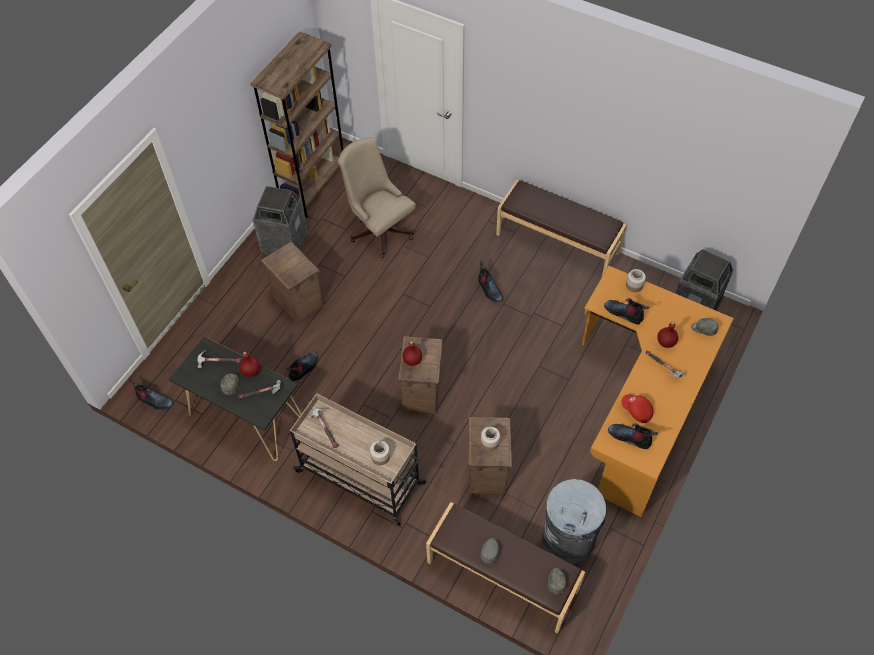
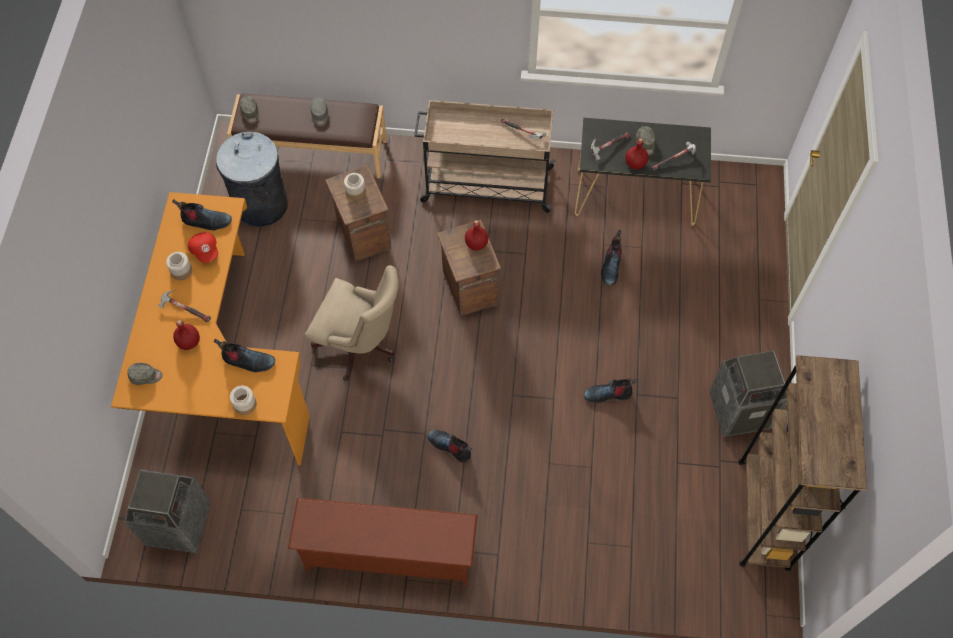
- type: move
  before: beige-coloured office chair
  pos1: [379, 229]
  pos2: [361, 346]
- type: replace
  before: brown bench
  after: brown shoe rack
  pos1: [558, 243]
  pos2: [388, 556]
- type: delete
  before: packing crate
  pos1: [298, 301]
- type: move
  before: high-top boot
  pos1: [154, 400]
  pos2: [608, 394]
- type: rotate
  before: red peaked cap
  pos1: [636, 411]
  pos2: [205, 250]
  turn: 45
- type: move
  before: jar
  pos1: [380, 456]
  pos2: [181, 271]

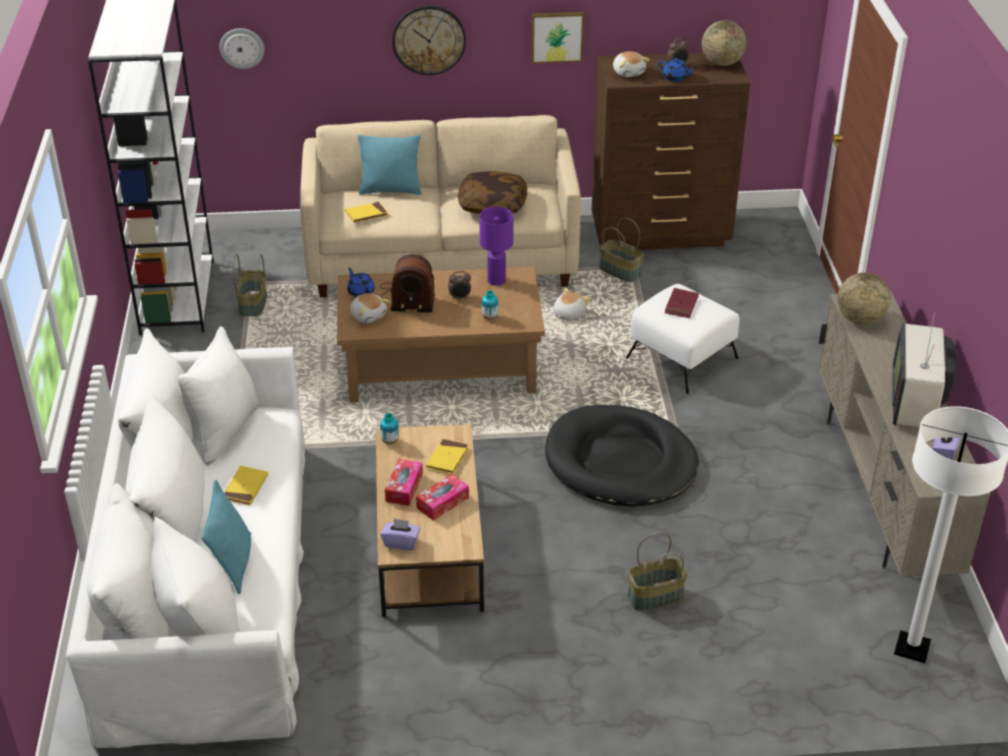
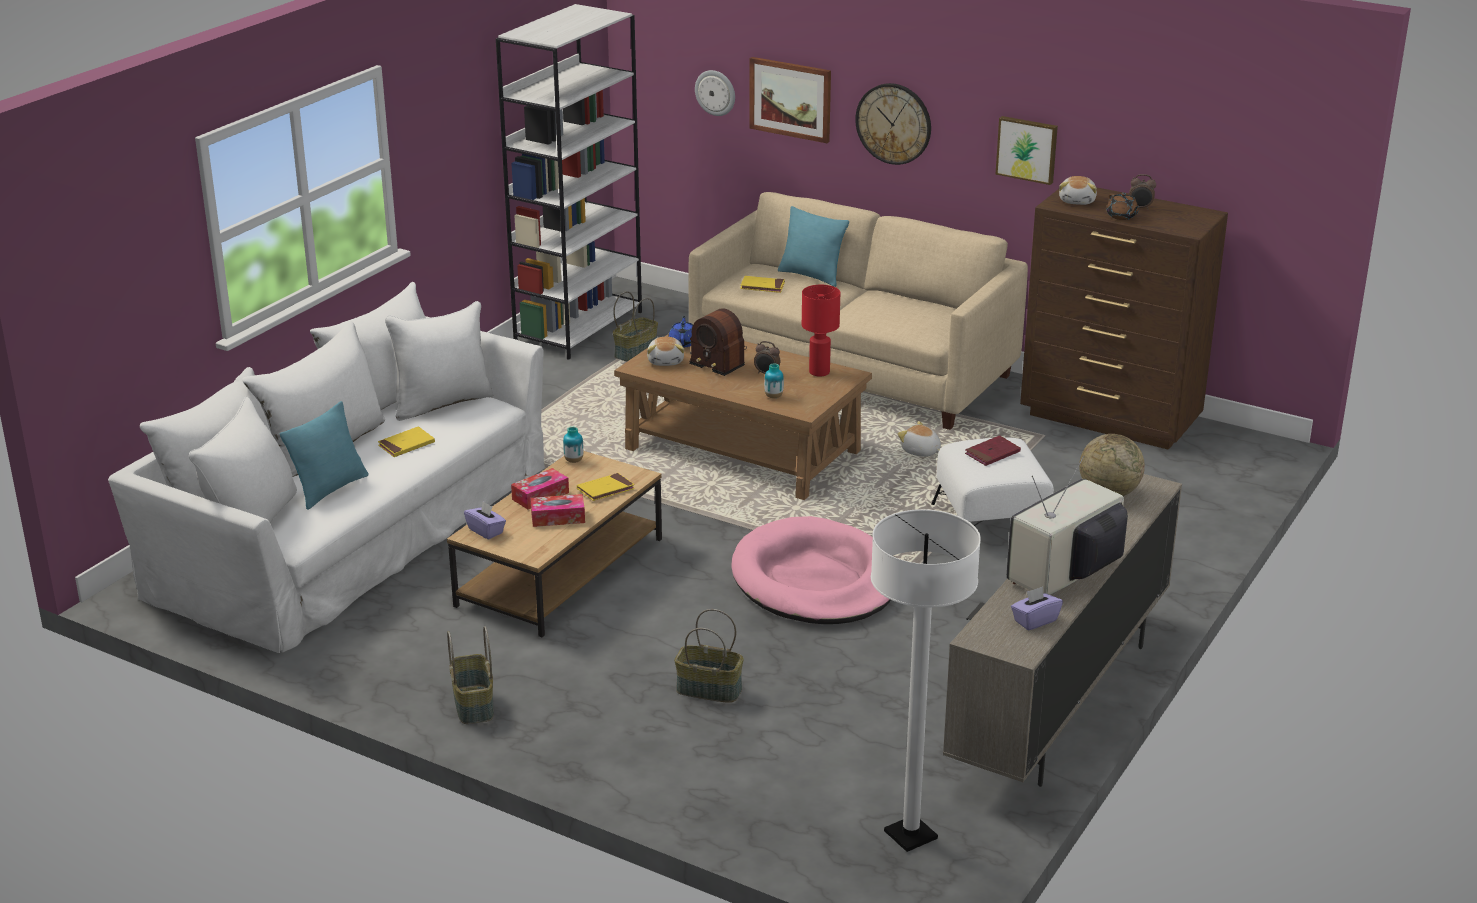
- type: delete
  before: desk globe
  pos1: [722, 63]
- type: recolor
  before: blue pot for tea
  after: brown pot for tea
  pos1: [675, 78]
  pos2: [1122, 216]
- type: delete
  before: pillow
  pos1: [492, 204]
- type: recolor
  before: purplish lamp for a table
  after: red lamp for a table
  pos1: [496, 281]
  pos2: [819, 372]
- type: move
  before: storage basket
  pos1: [621, 271]
  pos2: [474, 705]
- type: rotate
  before: cuddly toy
  pos1: [568, 314]
  pos2: [920, 452]
  turn: -120
- type: recolor
  before: black pet bed
  after: pink pet bed
  pos1: [620, 462]
  pos2: [815, 580]
- type: insert
  after: wall picture
  pos2: [790, 99]

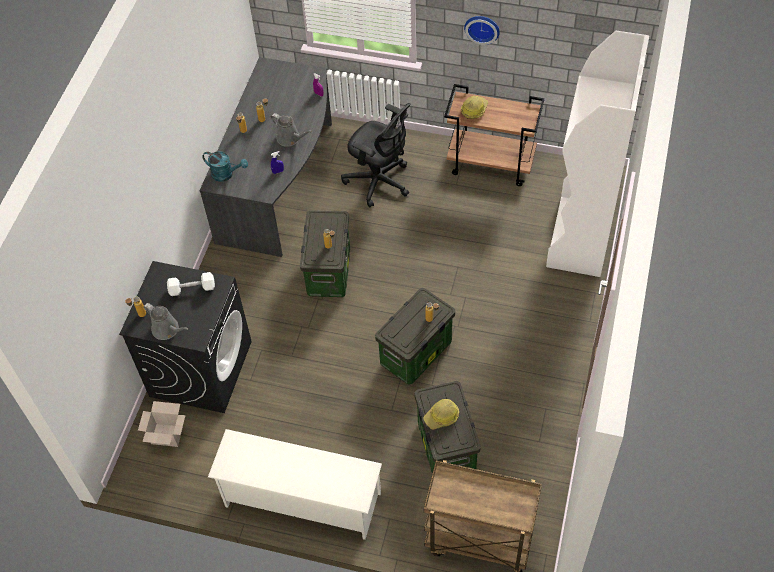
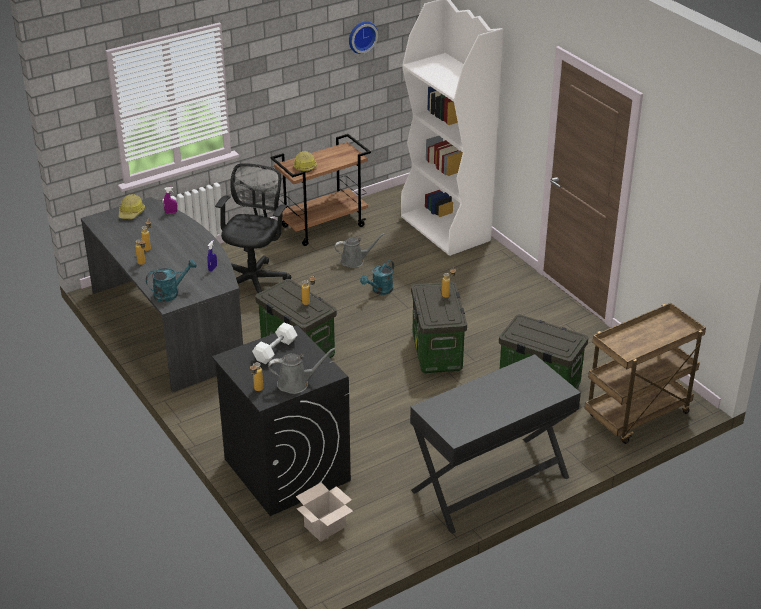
- type: move
  before: clock on the wall
  pos1: [482, 27]
  pos2: [361, 36]
- type: rotate
  before: black office chair
  pos1: [380, 182]
  pos2: [254, 280]
  turn: -60
- type: move
  before: gray sprinkling can
  pos1: [290, 138]
  pos2: [355, 261]
- type: move
  before: hard hat
  pos1: [442, 417]
  pos2: [131, 213]
- type: replace
  before: white-coloured shoe rack
  after: black desk table
  pos1: [301, 500]
  pos2: [490, 484]
- type: insert
  after: blue-green sprinkling can
  pos2: [379, 290]

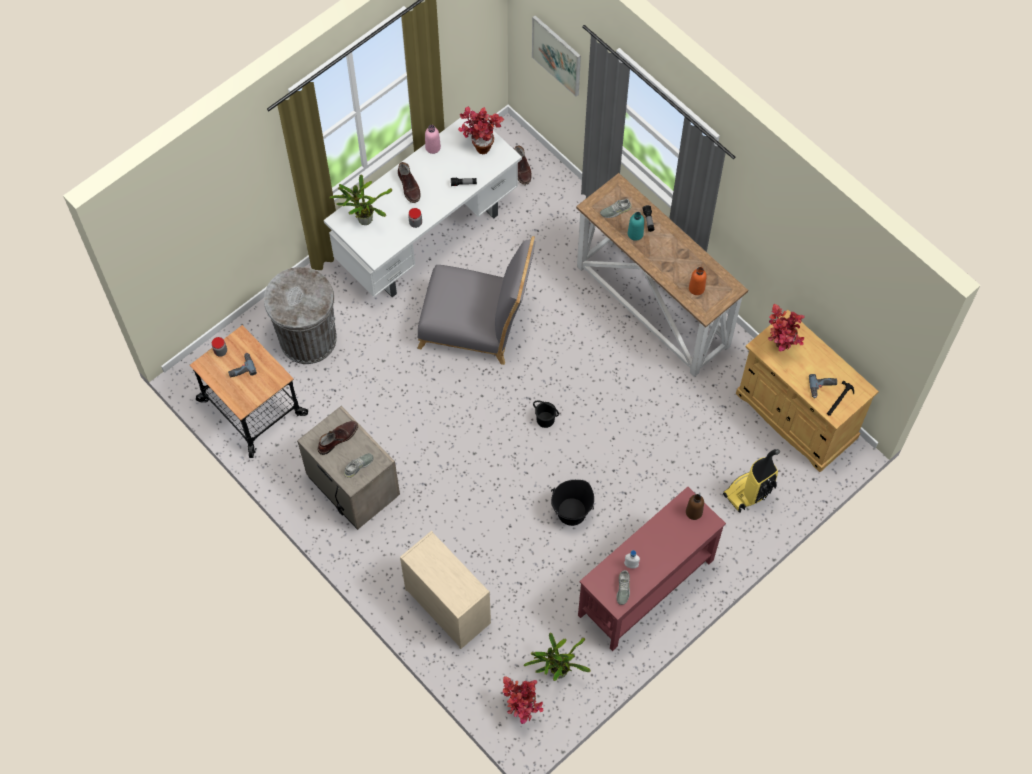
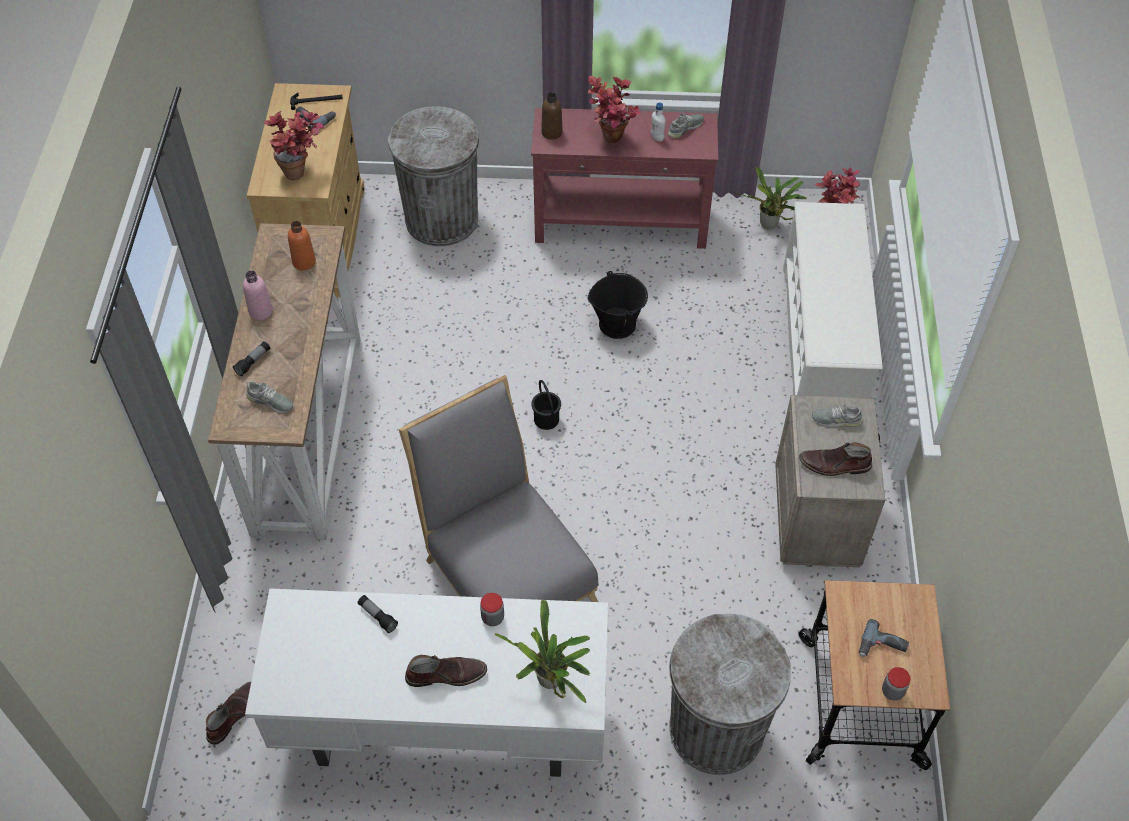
- type: delete
  before: wall picture
  pos1: [557, 55]
- type: move
  before: plant in a pot
  pos1: [479, 145]
  pos2: [611, 142]
- type: move
  before: pink drink bottle
  pos1: [433, 147]
  pos2: [261, 311]
- type: rotate
  before: brown high-top boot
  pos1: [409, 187]
  pos2: [446, 674]
  turn: 60
- type: delete
  before: blue-green drink bottle
  pos1: [635, 234]
- type: replace
  before: vacuum cleaner
  after: gray waste bin
  pos1: [749, 492]
  pos2: [442, 219]
- type: replace
  before: beige-coloured dresser
  after: white-coloured shoe rack
  pos1: [447, 605]
  pos2: [821, 342]

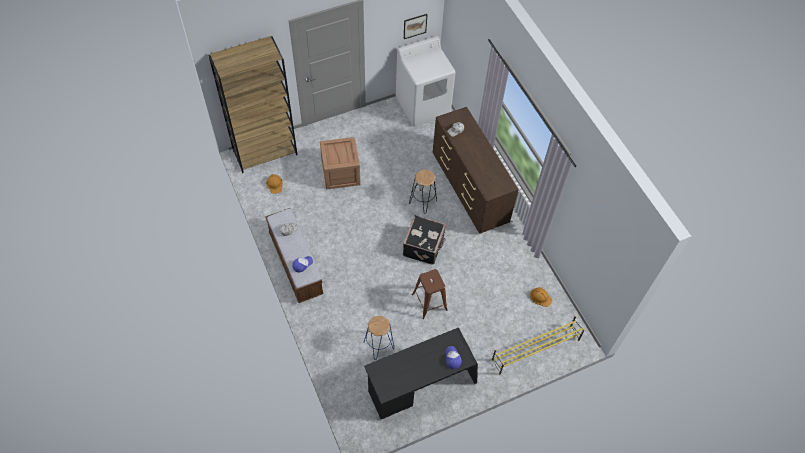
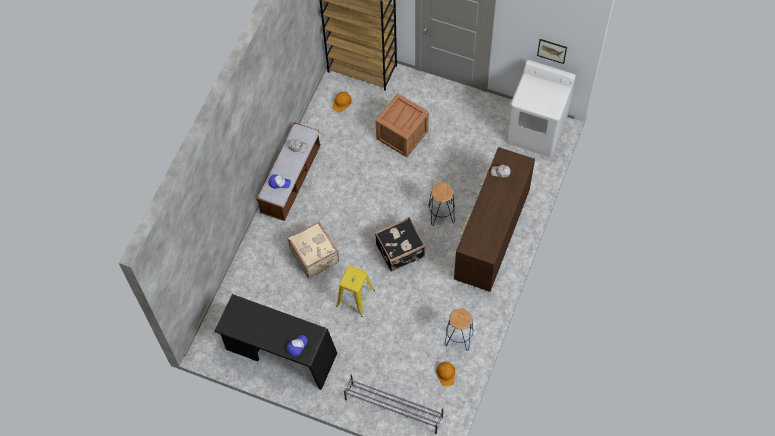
- type: recolor
  before: brown stool seat
  after: yellowish stool seat
  pos1: [429, 302]
  pos2: [355, 298]
- type: recolor
  before: yellowish shoe rack
  after: gray shoe rack
  pos1: [535, 350]
  pos2: [393, 408]
- type: move
  before: blue stool seat
  pos1: [379, 345]
  pos2: [459, 337]
- type: insert
  after: beige-coloured piece of luggage
  pos2: [315, 255]

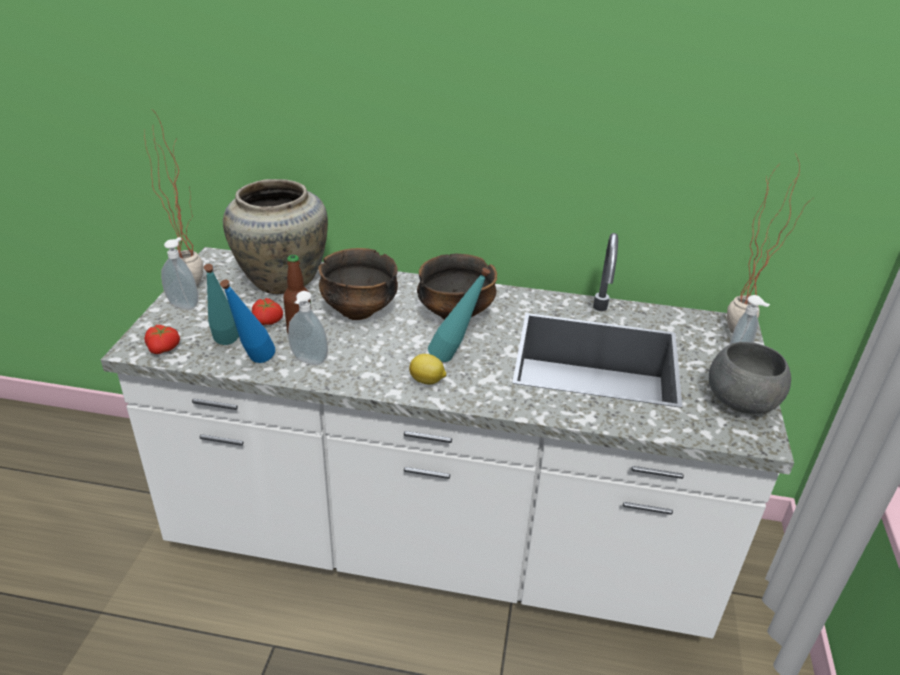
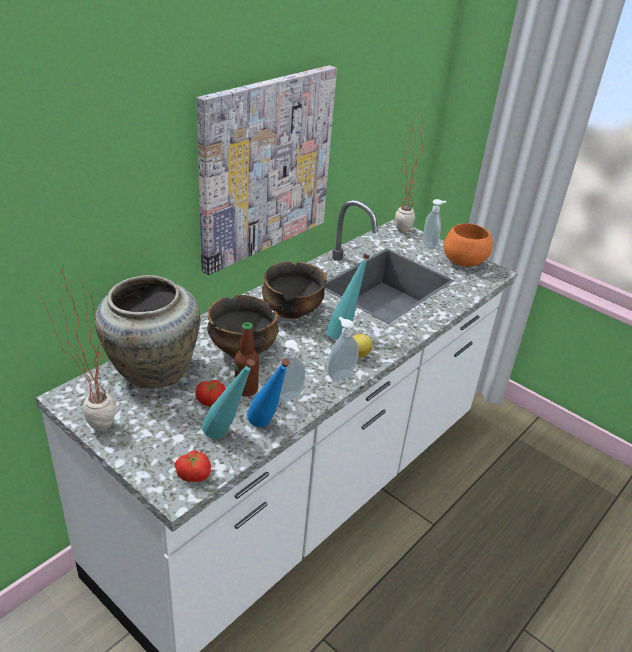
- type: move
  before: liquid soap bottle
  pos1: [184, 304]
  pos2: [340, 375]
- type: recolor
  before: gray deep dish
  after: orange deep dish
  pos1: [740, 404]
  pos2: [464, 263]
- type: insert
  after: wall picture
  pos2: [265, 167]

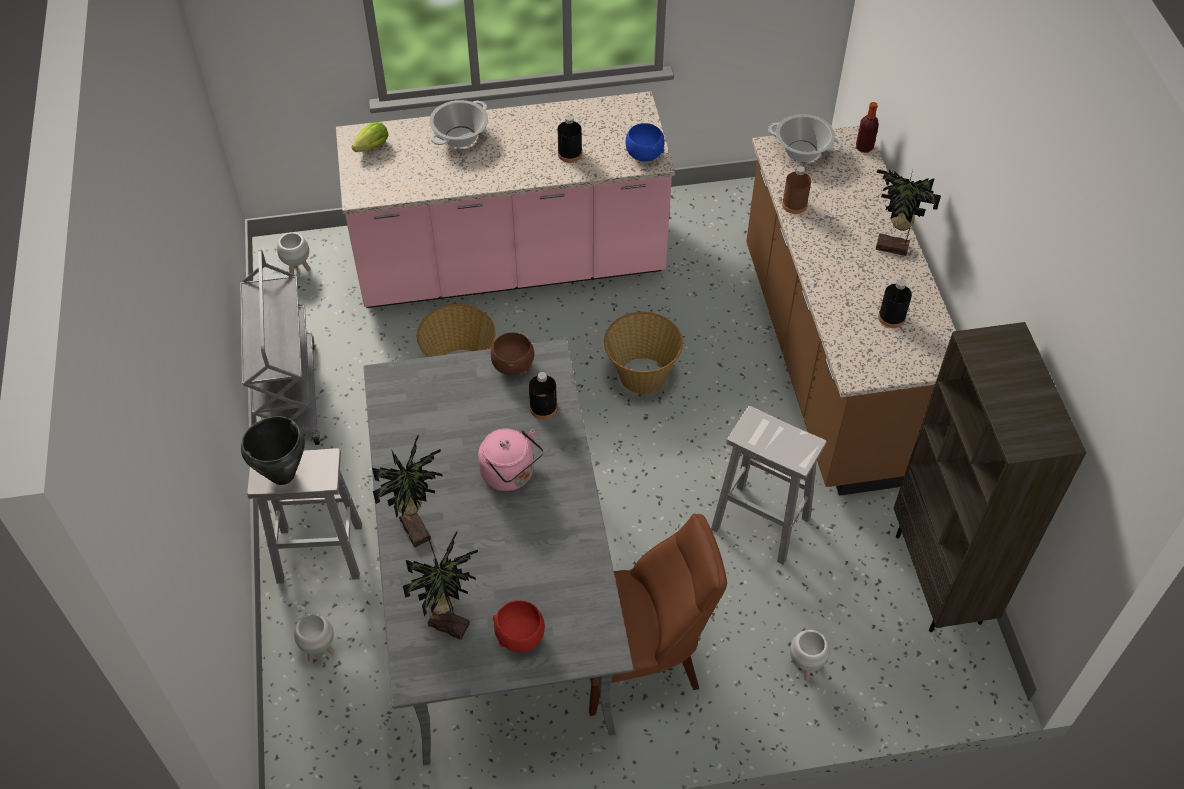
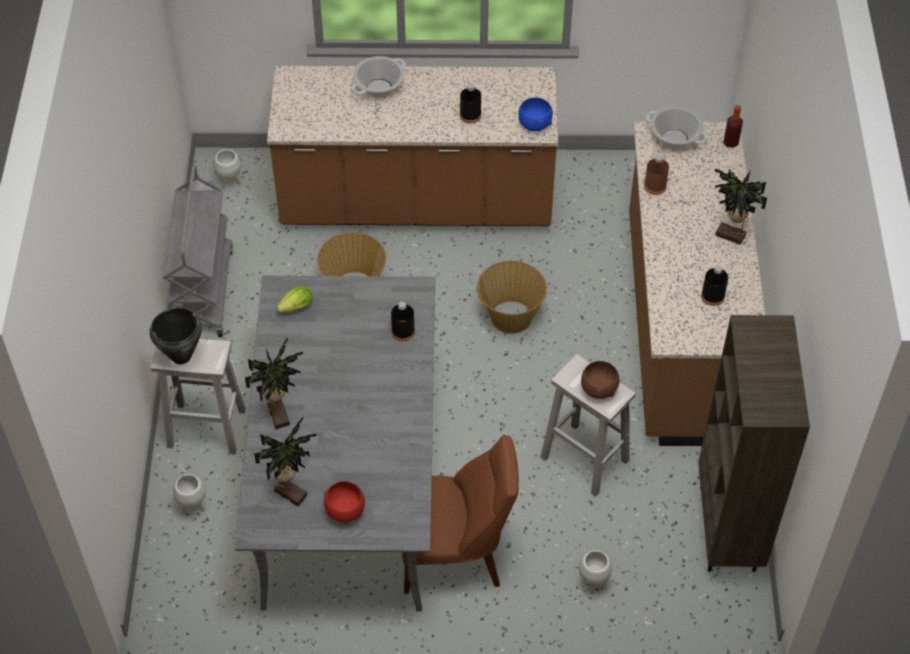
- type: recolor
  before: pink kitchen base unit
  after: brown kitchen base unit
  pos1: [511, 265]
  pos2: [416, 203]
- type: move
  before: lettuce head
  pos1: [370, 148]
  pos2: [294, 308]
- type: move
  before: brown deep dish
  pos1: [513, 365]
  pos2: [599, 389]
- type: delete
  before: pink water kettle
  pos1: [510, 474]

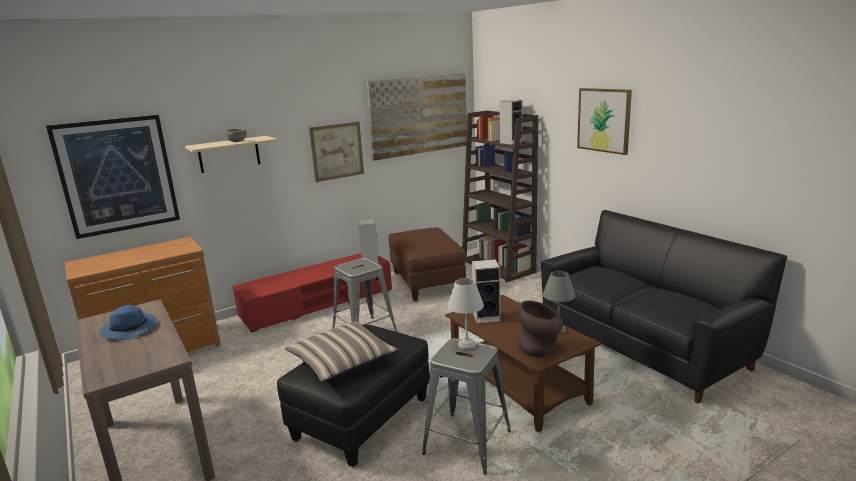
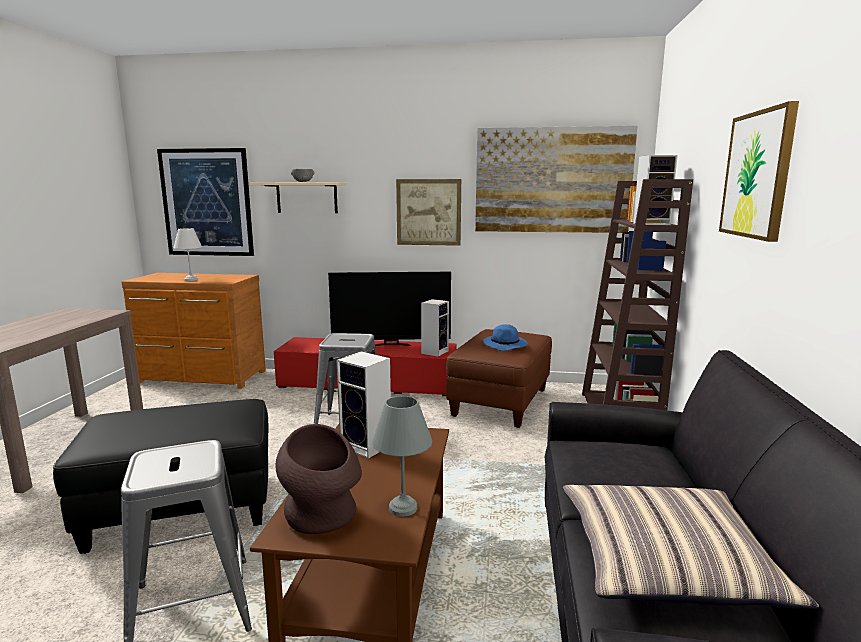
- type: move
  before: white-coloured lamp for a table
  pos1: [466, 345]
  pos2: [190, 280]
- type: move
  before: blue clothing hat
  pos1: [131, 329]
  pos2: [505, 345]
- type: move
  before: pillow
  pos1: [342, 360]
  pos2: [666, 561]
- type: insert
  after: TV set
  pos2: [391, 345]

